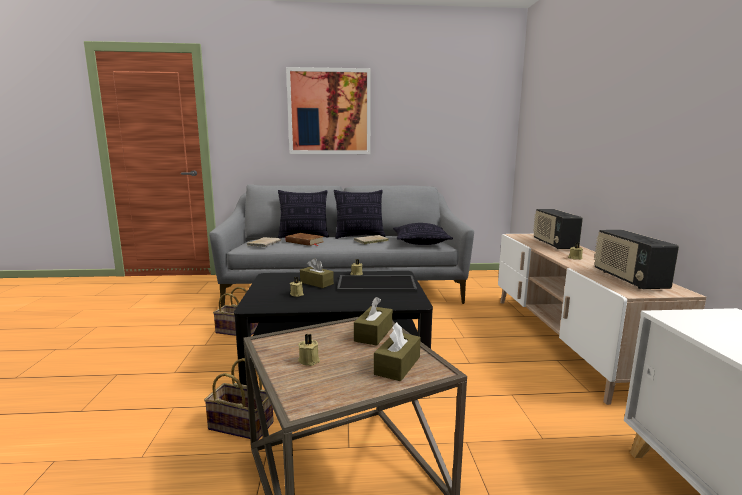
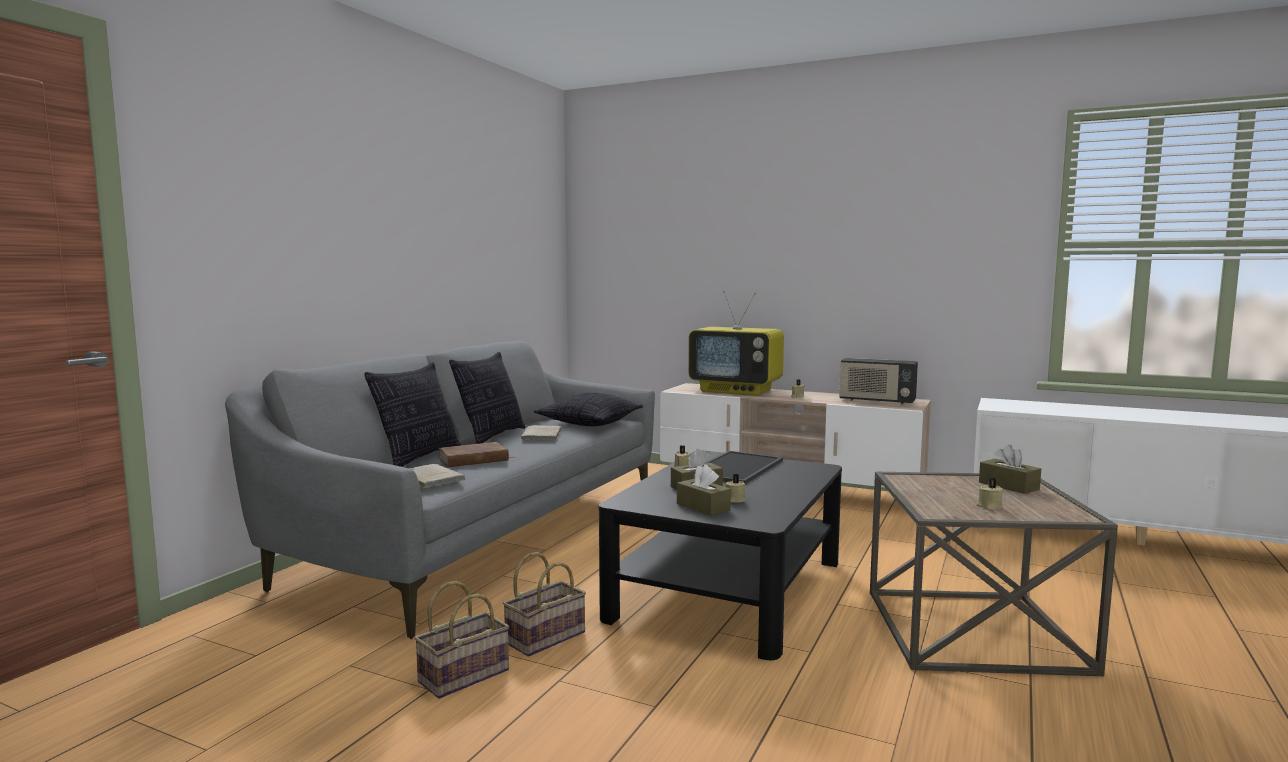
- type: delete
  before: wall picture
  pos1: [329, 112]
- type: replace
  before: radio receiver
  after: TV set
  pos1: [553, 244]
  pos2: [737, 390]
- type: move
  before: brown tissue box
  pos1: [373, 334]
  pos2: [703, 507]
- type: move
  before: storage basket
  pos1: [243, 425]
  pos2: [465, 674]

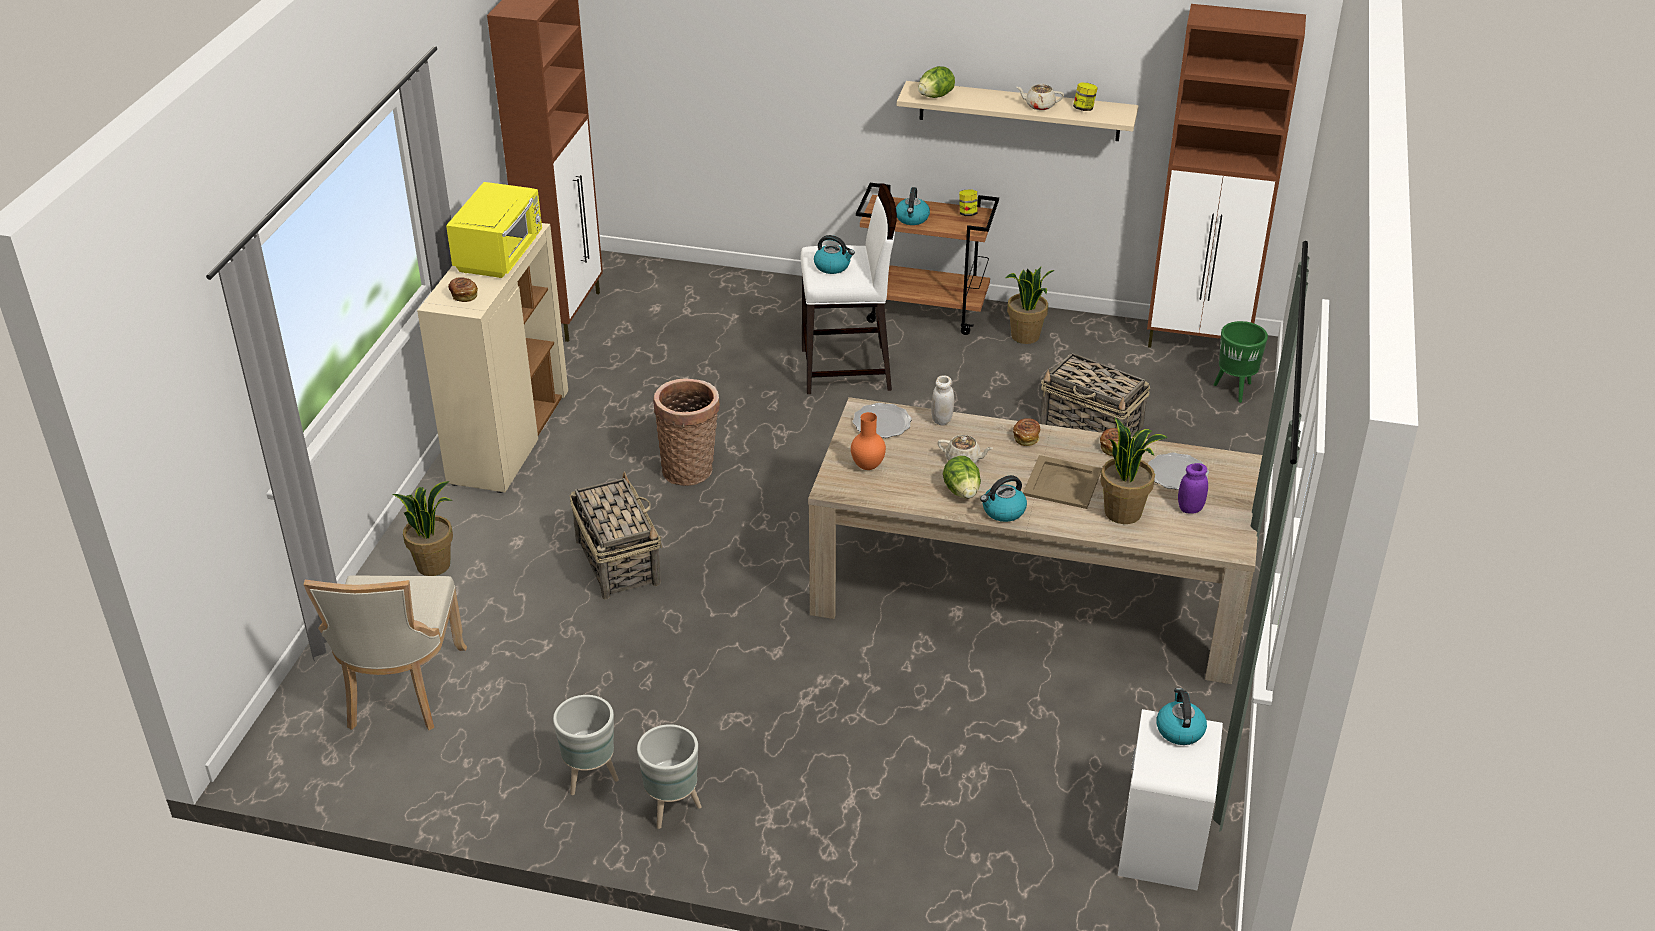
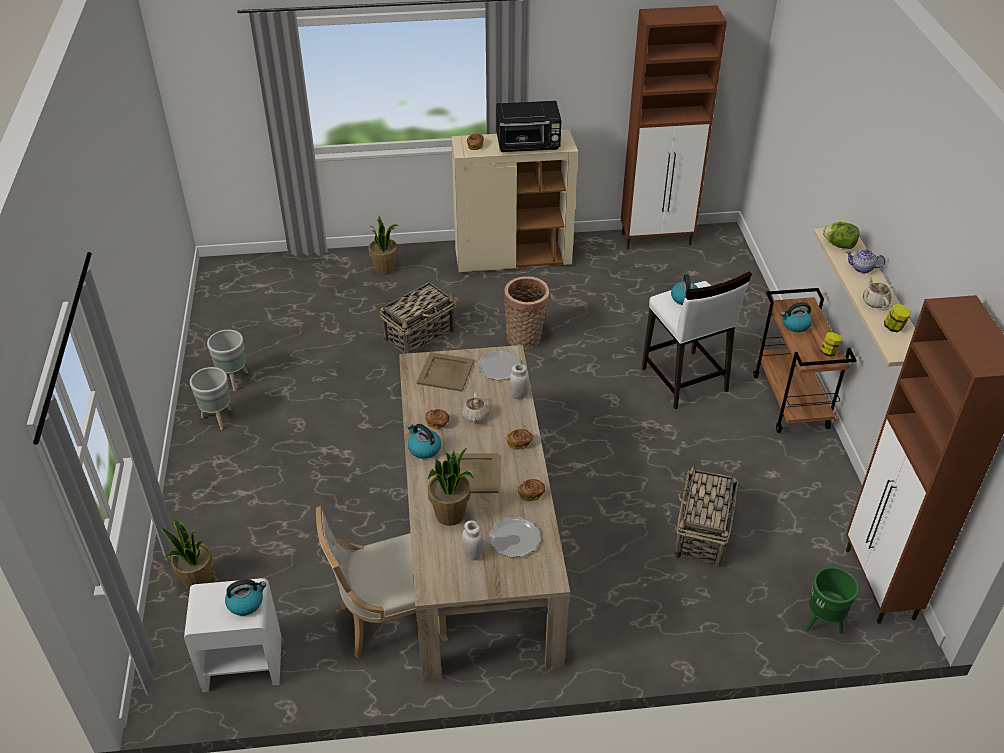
- type: recolor
  before: yellowish kitchen microwave
  after: black kitchen microwave
  pos1: [500, 254]
  pos2: [528, 144]
- type: move
  before: plant in a pot
  pos1: [1025, 336]
  pos2: [197, 580]
- type: replace
  before: orange flower vase
  after: beige-coloured serving tray
  pos1: [867, 466]
  pos2: [445, 371]
- type: replace
  before: lettuce head
  after: baked bread
  pos1: [962, 491]
  pos2: [438, 423]
- type: recolor
  before: purplish jar
  after: white-coloured jar
  pos1: [1190, 509]
  pos2: [472, 554]
- type: move
  before: beige-coloured plain chair
  pos1: [401, 691]
  pos2: [387, 620]
- type: insert
  after: pot for tea
  pos2: [862, 268]

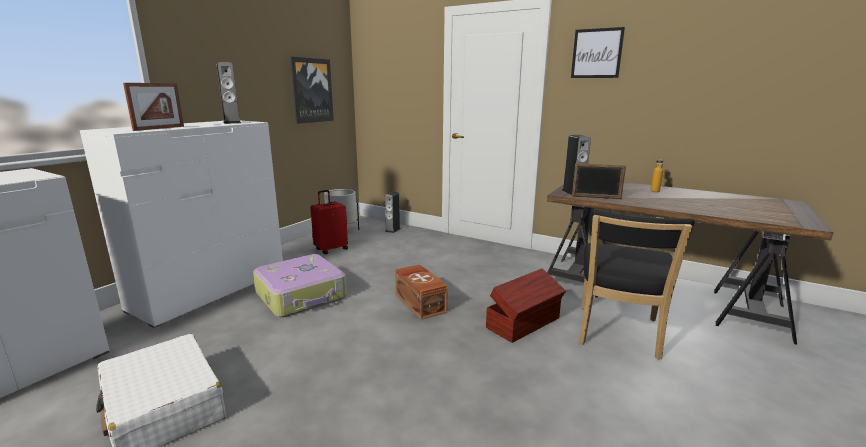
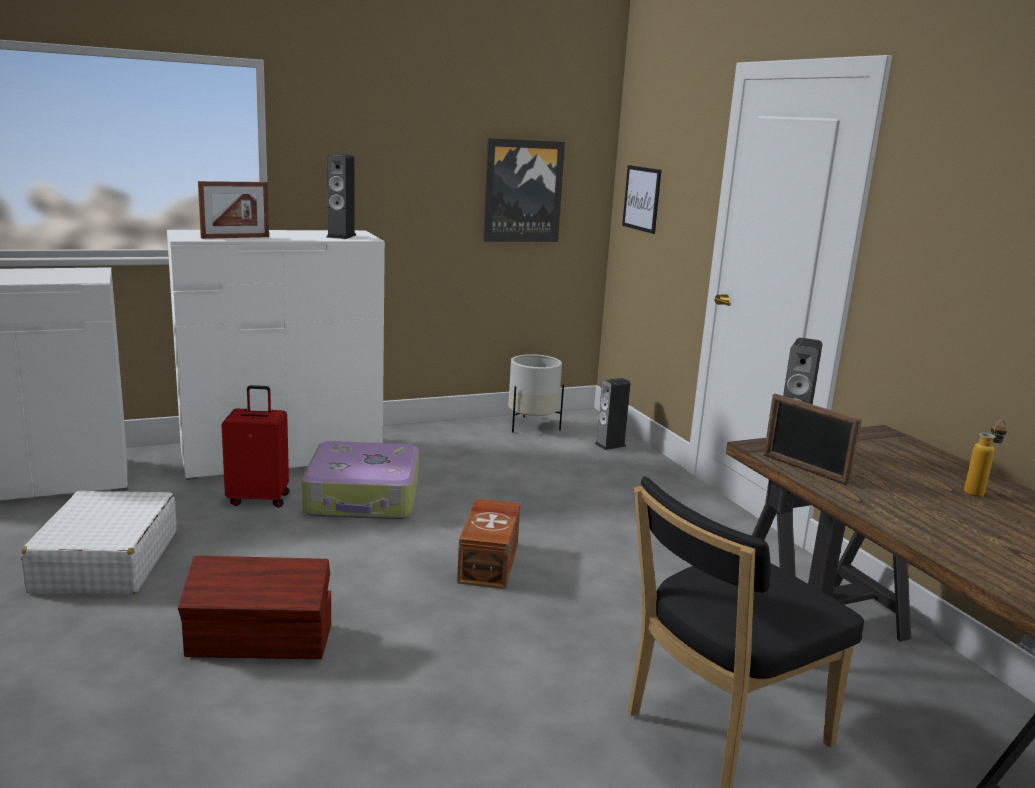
- type: move
  before: wall picture
  pos1: [596, 53]
  pos2: [642, 198]
- type: move
  before: red piece of luggage
  pos1: [331, 249]
  pos2: [259, 499]
- type: move
  before: brown storage container
  pos1: [524, 323]
  pos2: [261, 642]

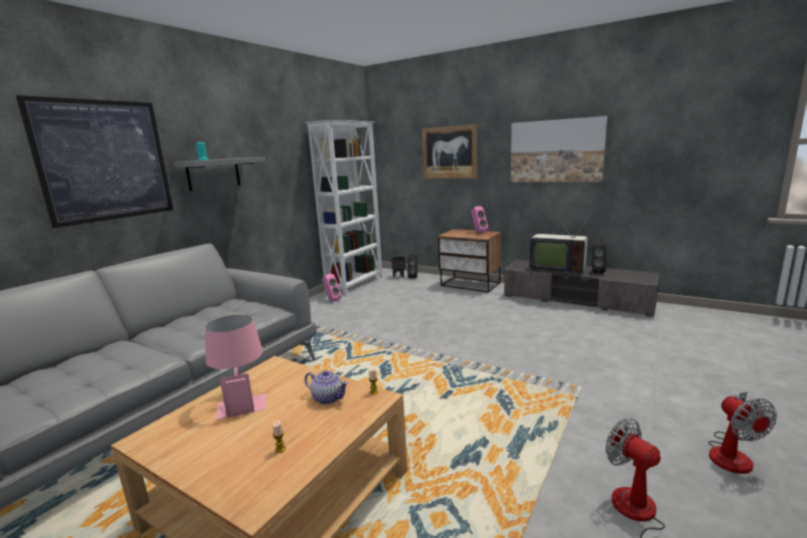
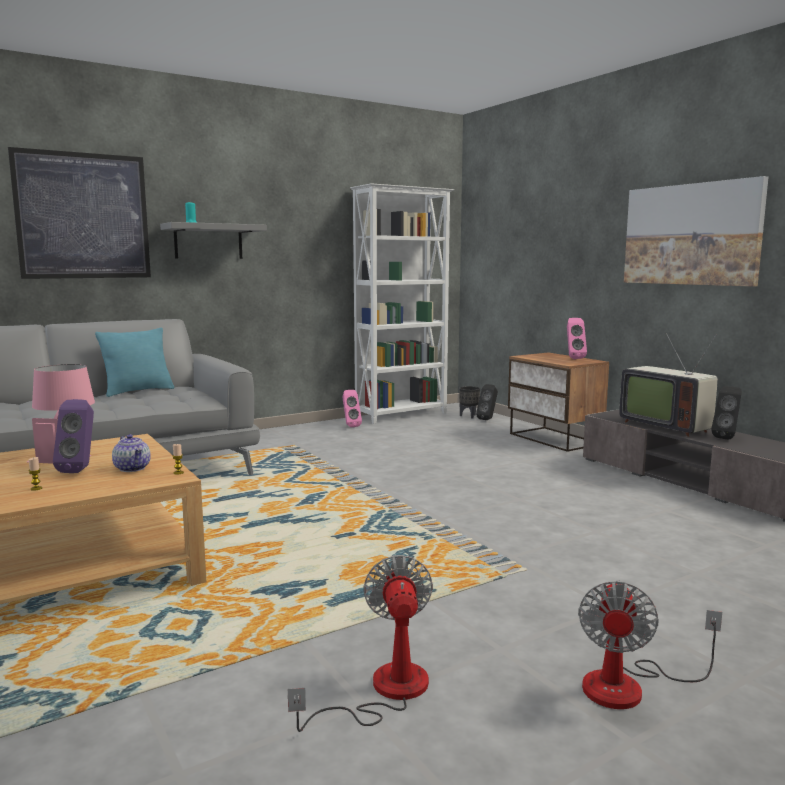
- type: delete
  before: wall picture
  pos1: [449, 153]
- type: insert
  after: blue-green pillow
  pos2: [138, 391]
- type: insert
  after: purplish loudspeaker
  pos2: [80, 470]

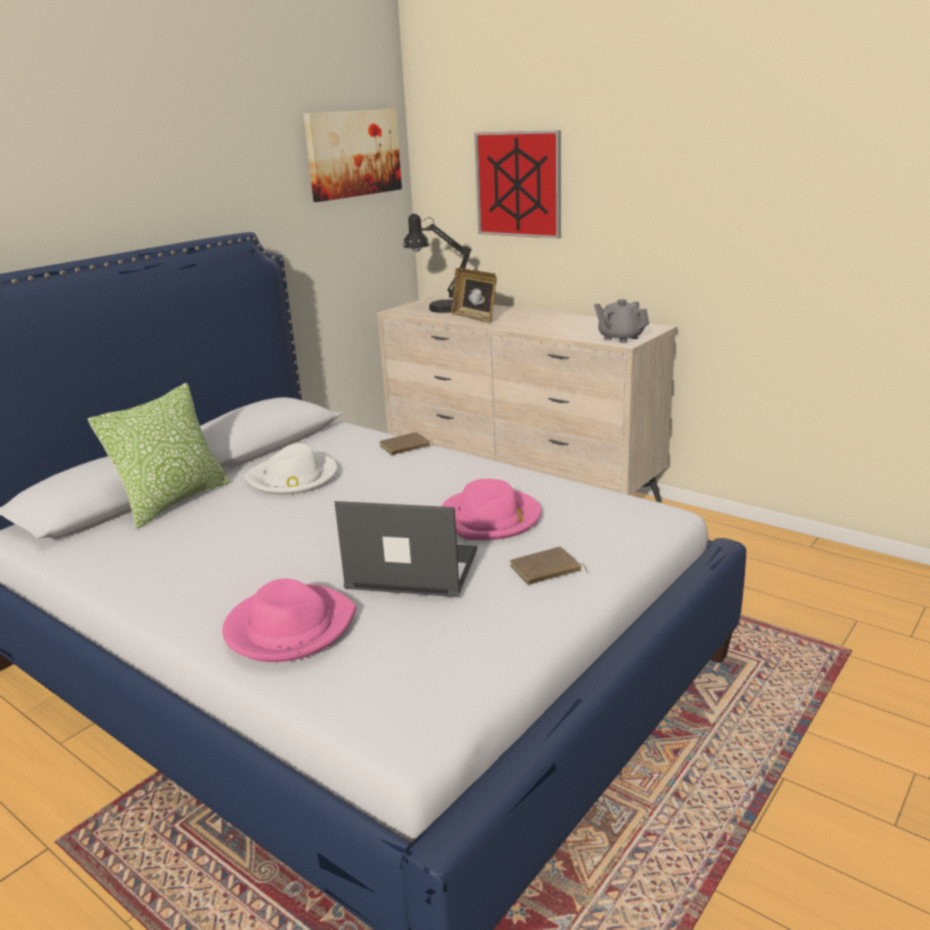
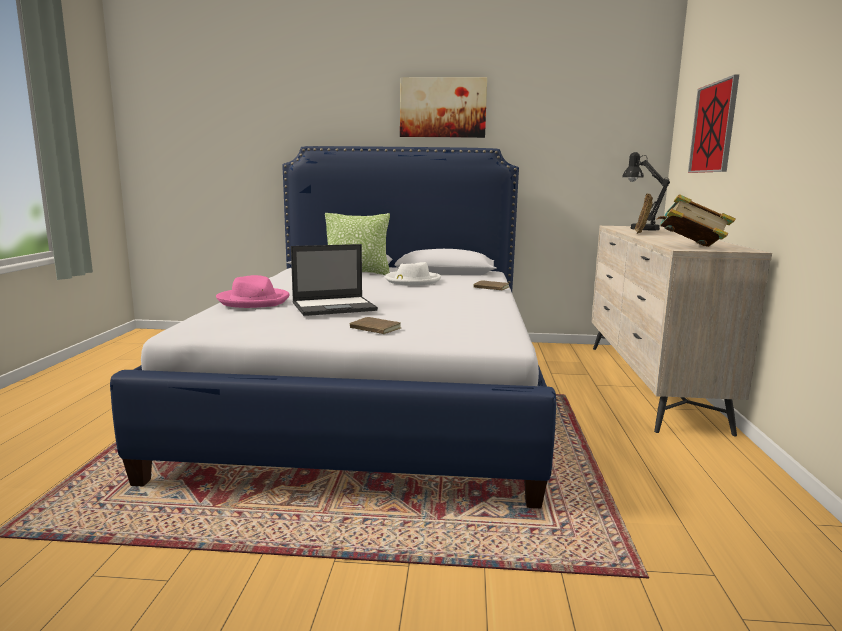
- type: move
  before: wall picture
  pos1: [353, 154]
  pos2: [443, 108]
- type: replace
  before: gray pot for tea
  after: volume
  pos1: [620, 338]
  pos2: [690, 247]
- type: delete
  before: pink clothing hat
  pos1: [491, 519]
- type: rotate
  before: notebook computer
  pos1: [411, 569]
  pos2: [335, 306]
  turn: 90

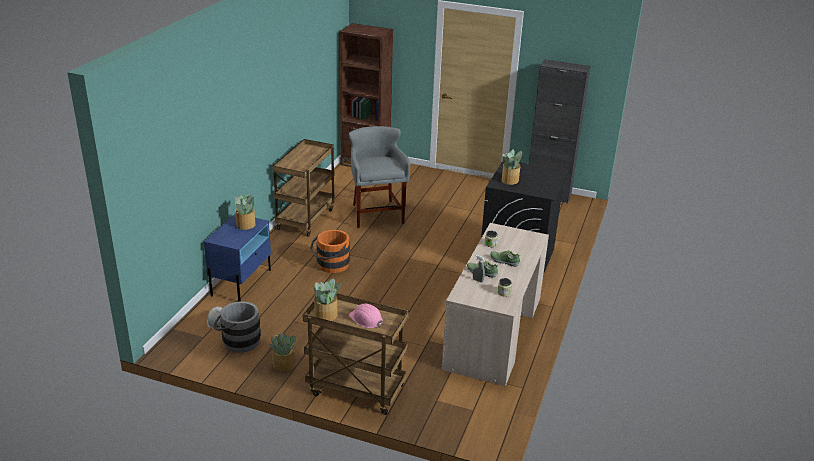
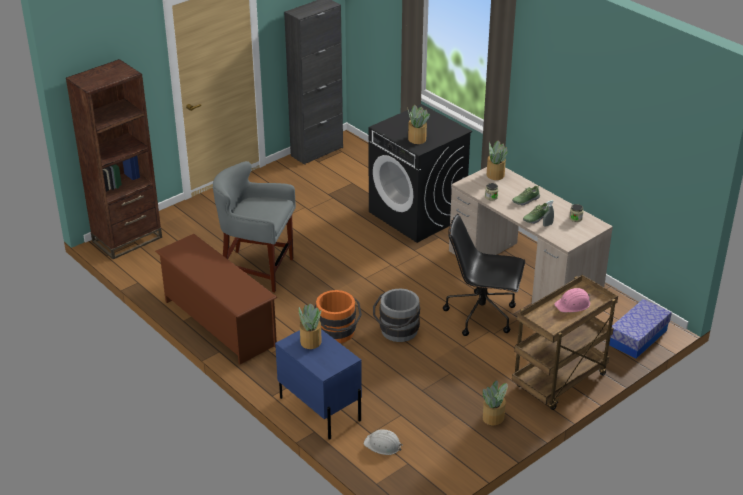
- type: replace
  before: brown cart
  after: brown shoe rack
  pos1: [305, 218]
  pos2: [219, 323]
- type: move
  before: plant in a pot
  pos1: [326, 315]
  pos2: [495, 174]
- type: move
  before: gray pail
  pos1: [238, 341]
  pos2: [397, 332]
- type: insert
  after: black office chair
  pos2: [482, 315]
- type: insert
  after: storage container
  pos2: [638, 337]

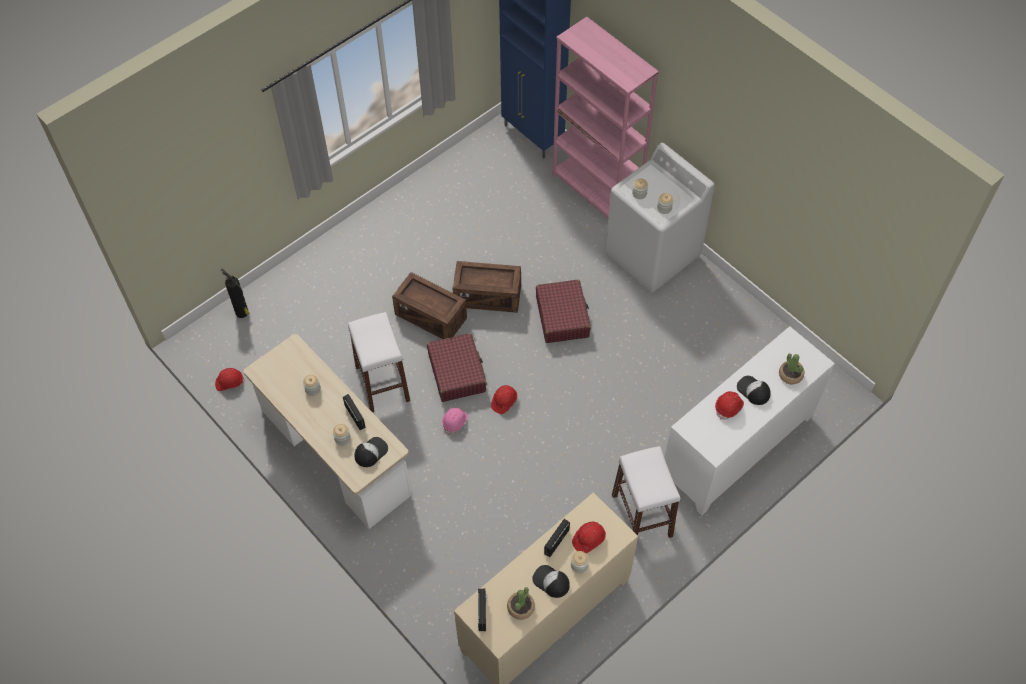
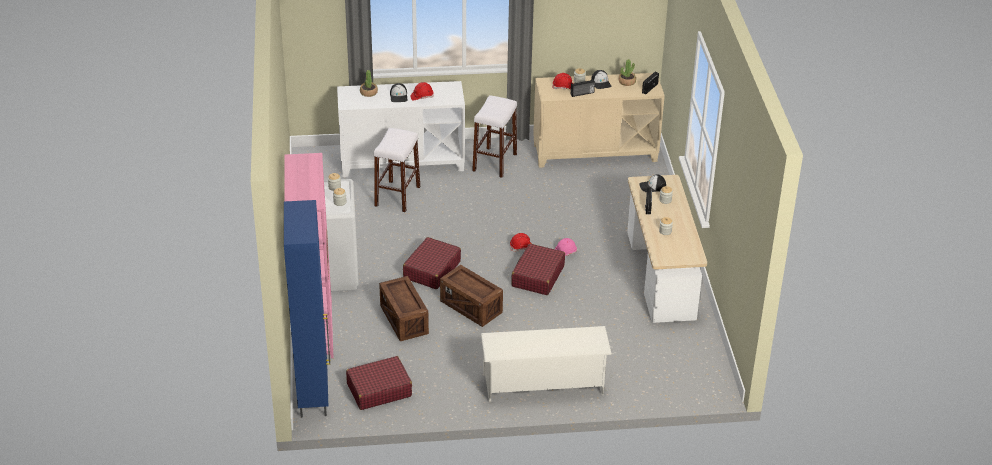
- type: delete
  before: fire-fighting cylinder
  pos1: [242, 313]
- type: move
  before: packing crate
  pos1: [431, 316]
  pos2: [404, 320]
- type: move
  before: white-coloured stool seat
  pos1: [382, 383]
  pos2: [397, 196]
- type: delete
  before: red hard hat
  pos1: [229, 382]
- type: insert
  after: white-coloured shoe rack
  pos2: [543, 384]
- type: insert
  after: red piece of luggage
  pos2: [379, 390]

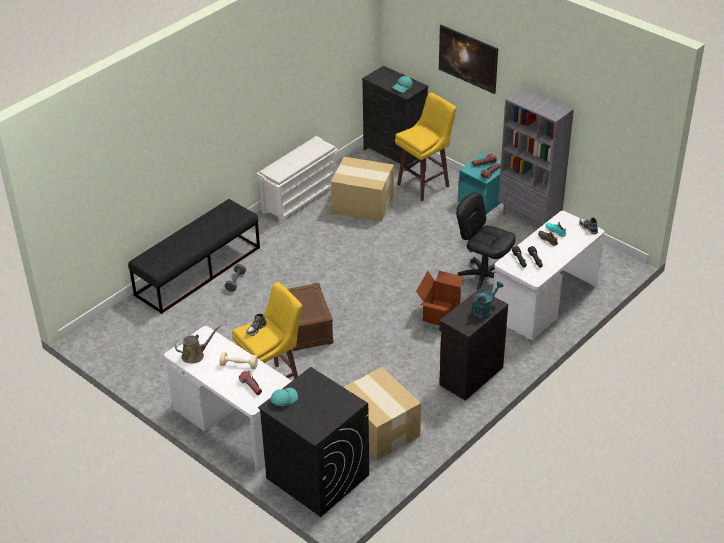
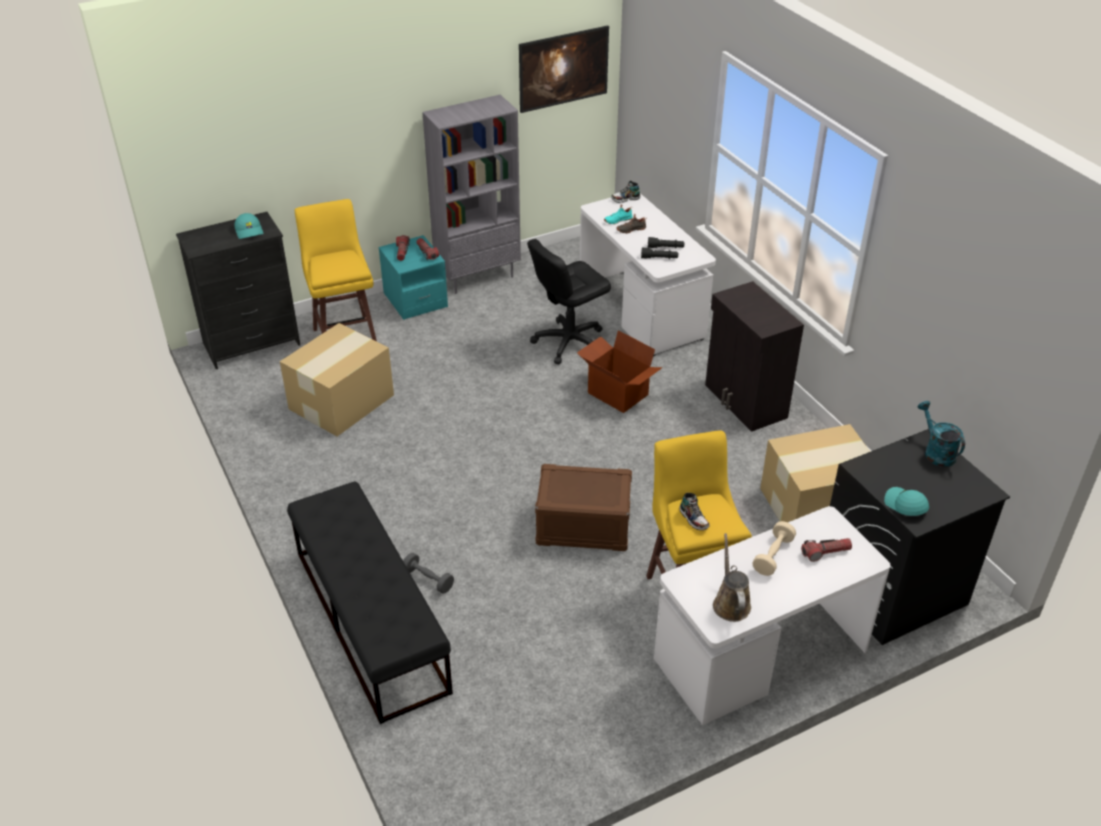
- type: move
  before: wall picture
  pos1: [467, 69]
  pos2: [563, 85]
- type: delete
  before: white-coloured shoe rack
  pos1: [299, 199]
- type: move
  before: blue-green sprinkling can
  pos1: [484, 310]
  pos2: [936, 452]

